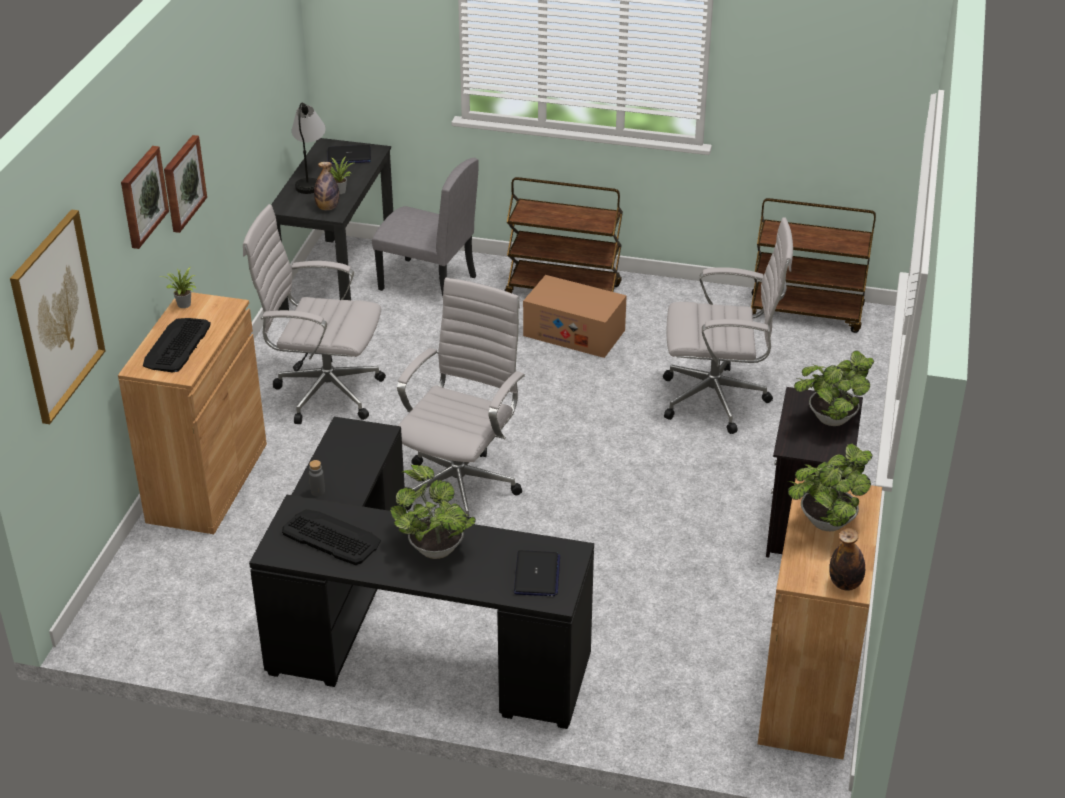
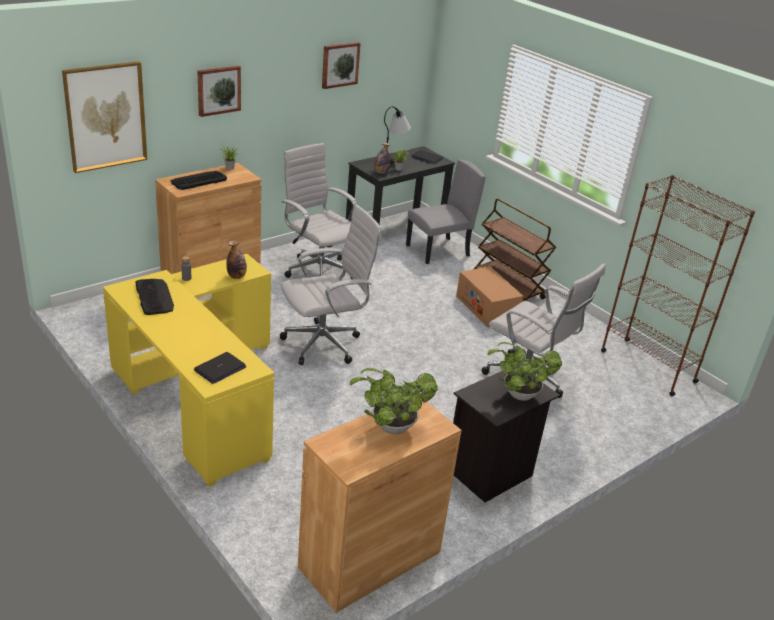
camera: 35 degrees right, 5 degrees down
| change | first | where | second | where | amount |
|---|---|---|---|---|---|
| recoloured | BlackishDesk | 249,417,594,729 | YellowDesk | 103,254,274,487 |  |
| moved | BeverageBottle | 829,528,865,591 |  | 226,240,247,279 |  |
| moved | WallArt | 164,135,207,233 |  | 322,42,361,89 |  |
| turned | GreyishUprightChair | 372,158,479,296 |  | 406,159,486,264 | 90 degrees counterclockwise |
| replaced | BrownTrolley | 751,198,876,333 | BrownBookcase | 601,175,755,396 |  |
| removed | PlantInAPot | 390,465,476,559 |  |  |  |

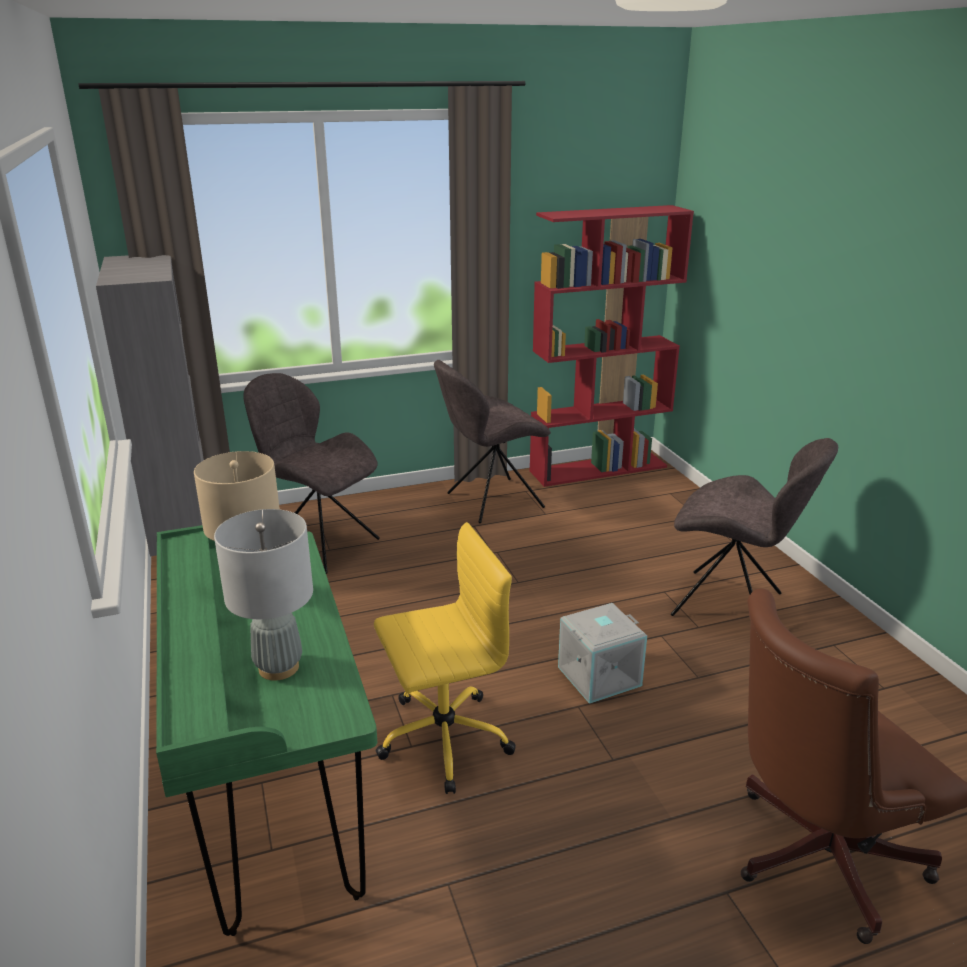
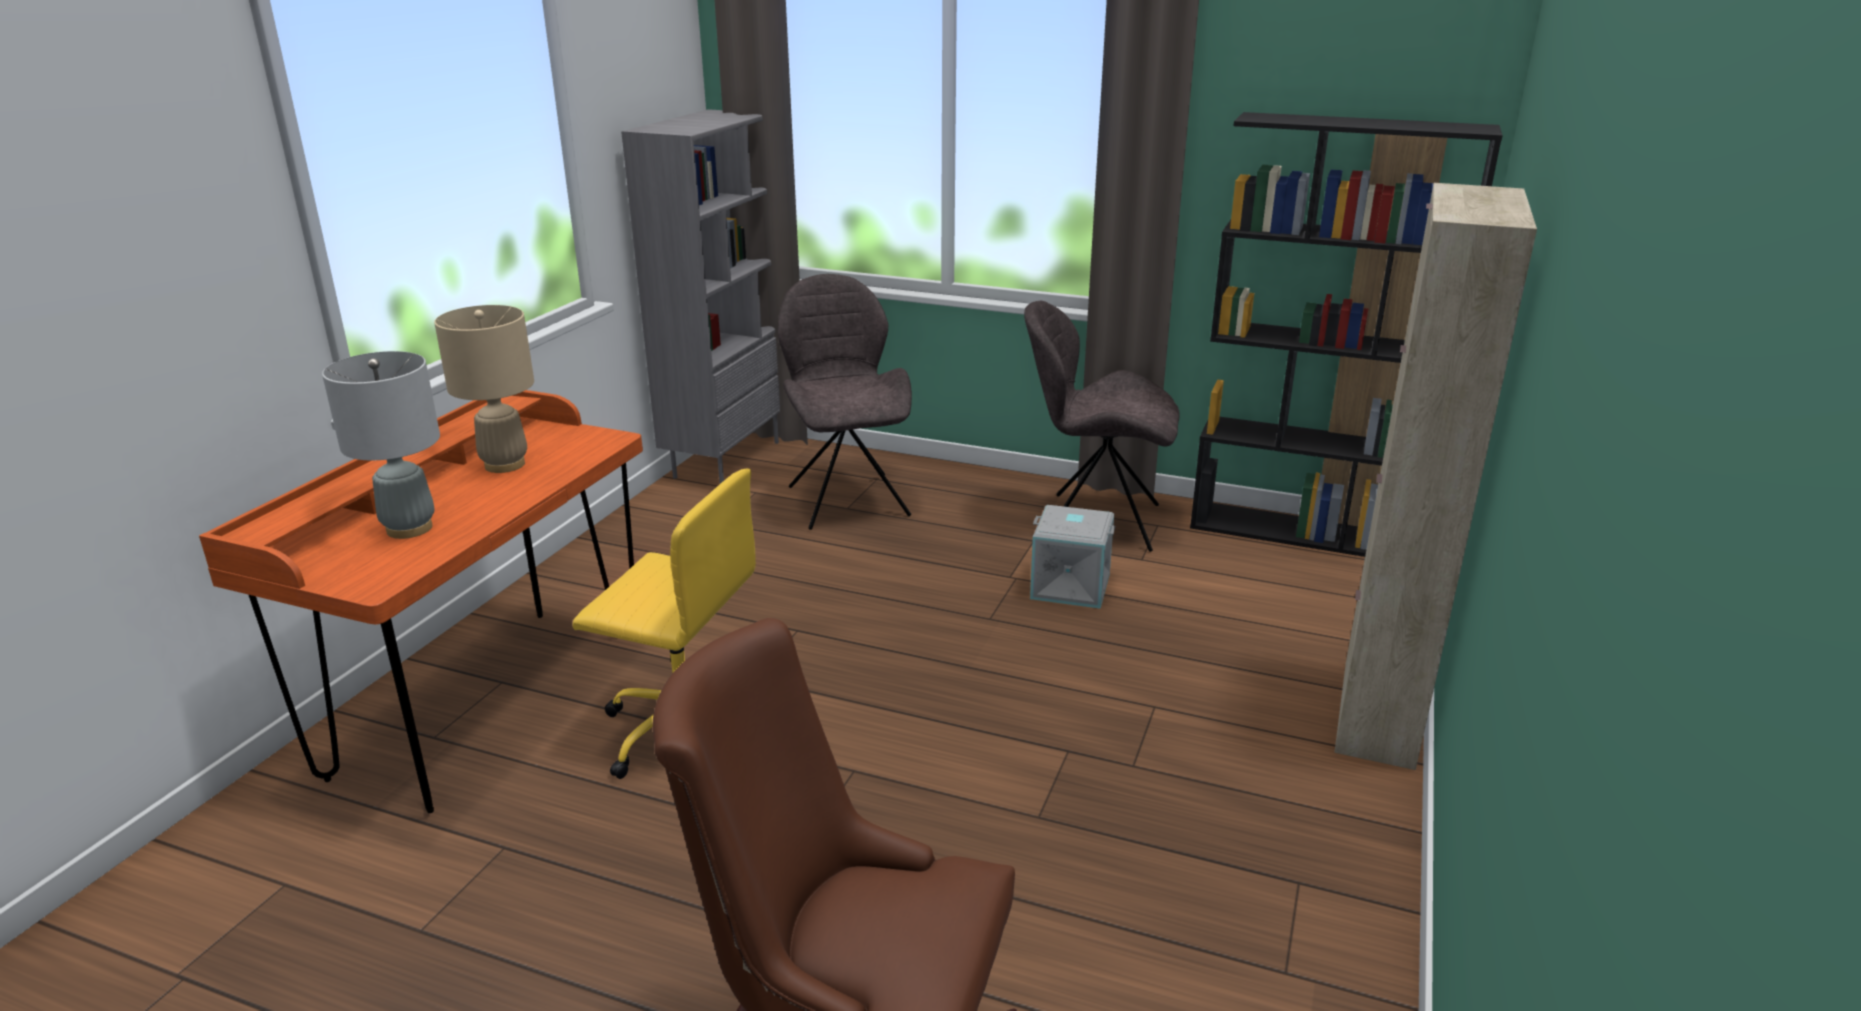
camera: 40 degrees right, 0 degrees up
| change | first | where | second | where | amount |
|---|---|---|---|---|---|
| recoloured | GreenishDesk | 156,525,377,936 | OrangeColouredDesk | 199,390,643,813 |  |
| moved | GreyishStorageContainer | 558,603,647,704 |  | 1030,505,1116,609 |  |
| recoloured | ReddishBookcase | 530,205,694,487 | BlackishBookcase | 1190,112,1503,557 |  |
| added |  |  | BeigeCabinet | 1334,183,1537,770 |  |
| removed | GreyishUprightChair | 671,438,838,616 |  |  |  |

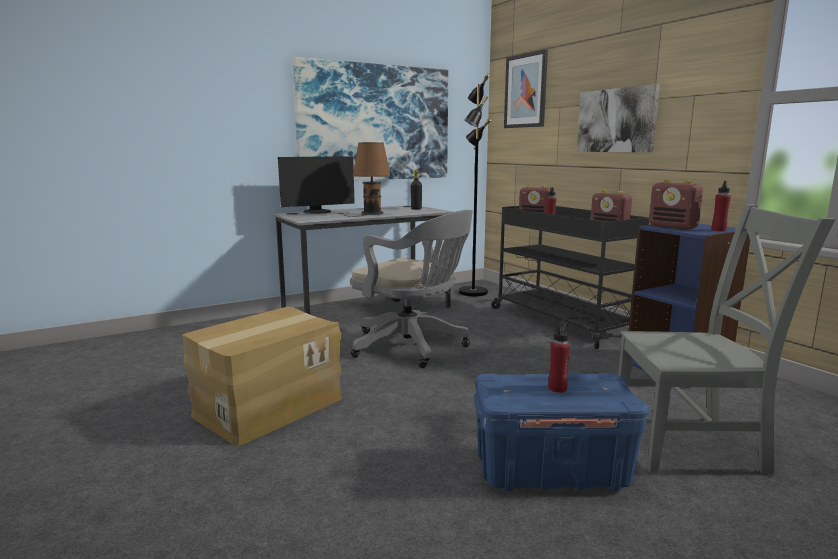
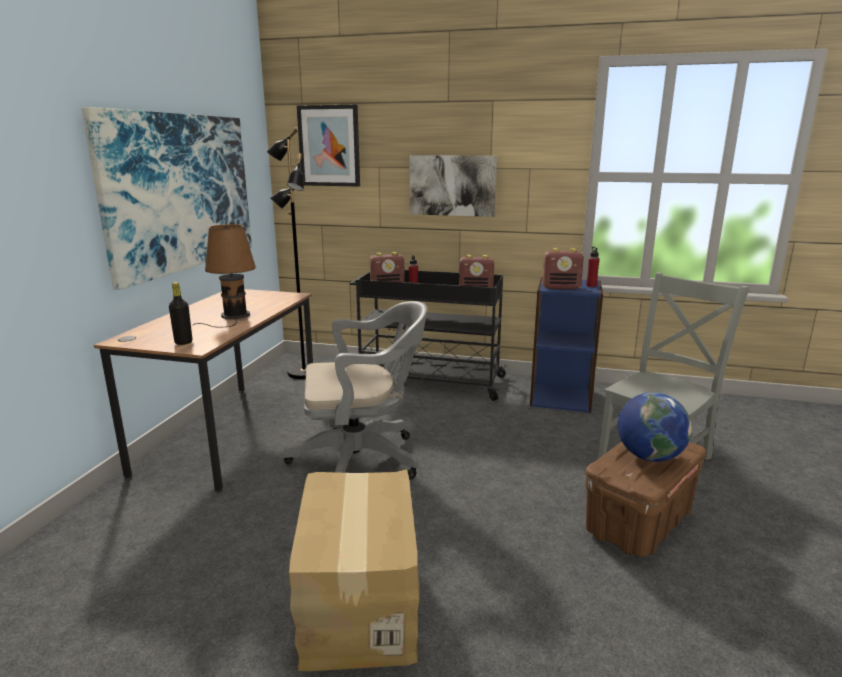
camera: 45 degrees left, 5 degrees up
| change | first | where | second | where | amount |
|---|---|---|---|---|---|
| recoloured | GreyishDesk | 273,205,452,314 | BrownDesk | 94,289,313,493 |  |
| moved | BlackishBeverageBottle | 411,170,422,210 |  | 169,282,192,345 |  |
| recoloured | BluishStorageContainer | 474,373,649,491 | BrownStorageContainer | 585,442,706,557 |  |
| replaced | ReddishBeverageBottle | 548,323,570,393 | Globe | 618,392,692,462 |  |
| removed | ComputerDisplay | 278,156,355,214 |  |  |  |

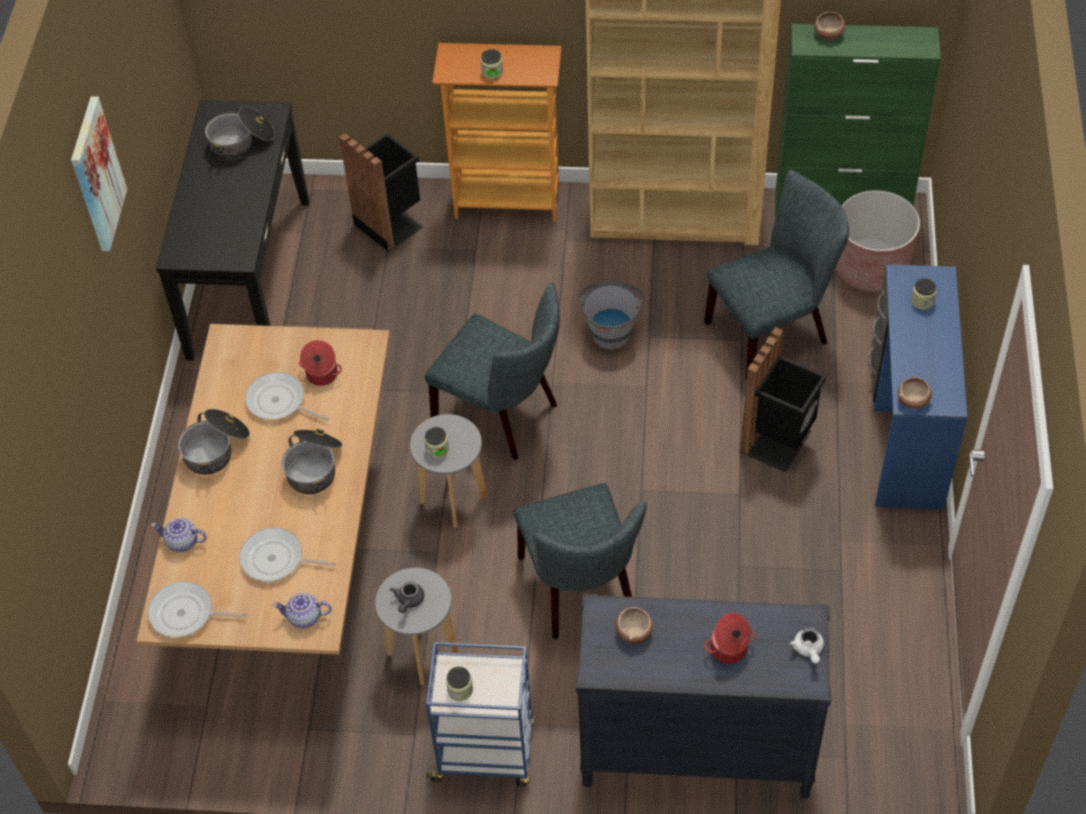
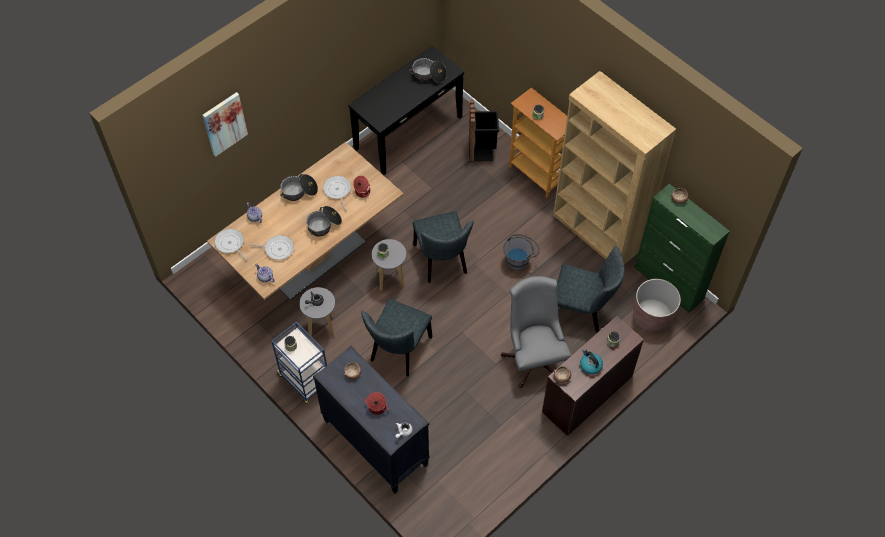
camera: 40 degrees right, 5 degrees up
| change | first | where | second | where | amount |
|---|---|---|---|---|---|
| moved | WallArt | 71,96,127,251 |  | 203,92,248,157 |  |
| turned | FryingPan | 239,528,336,582 |  | 249,235,294,260 | 135 degrees clockwise |
| replaced | BlackishTrashCan | 740,327,827,473 | GreyishDeskChair | 501,276,571,388 |  |
| recoloured | BluishDesk | 868,264,968,510 | BrownDesk | 542,316,644,436 |  |
| added |  |  | Kettle | 580,349,603,375 |  |

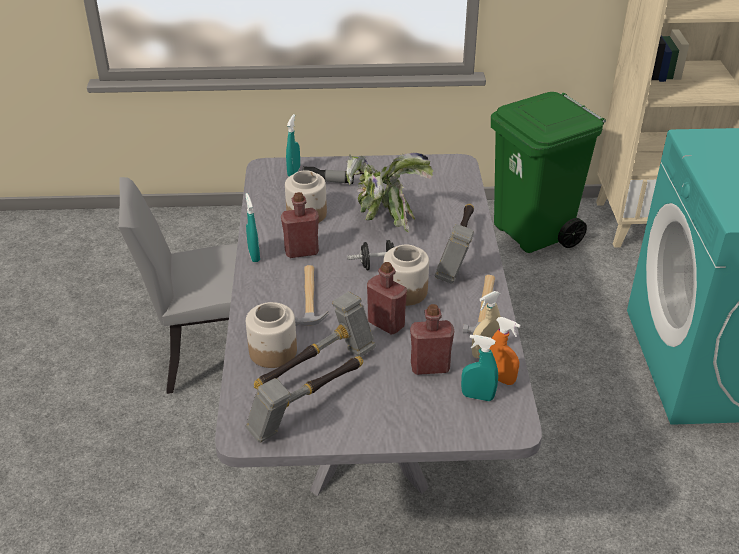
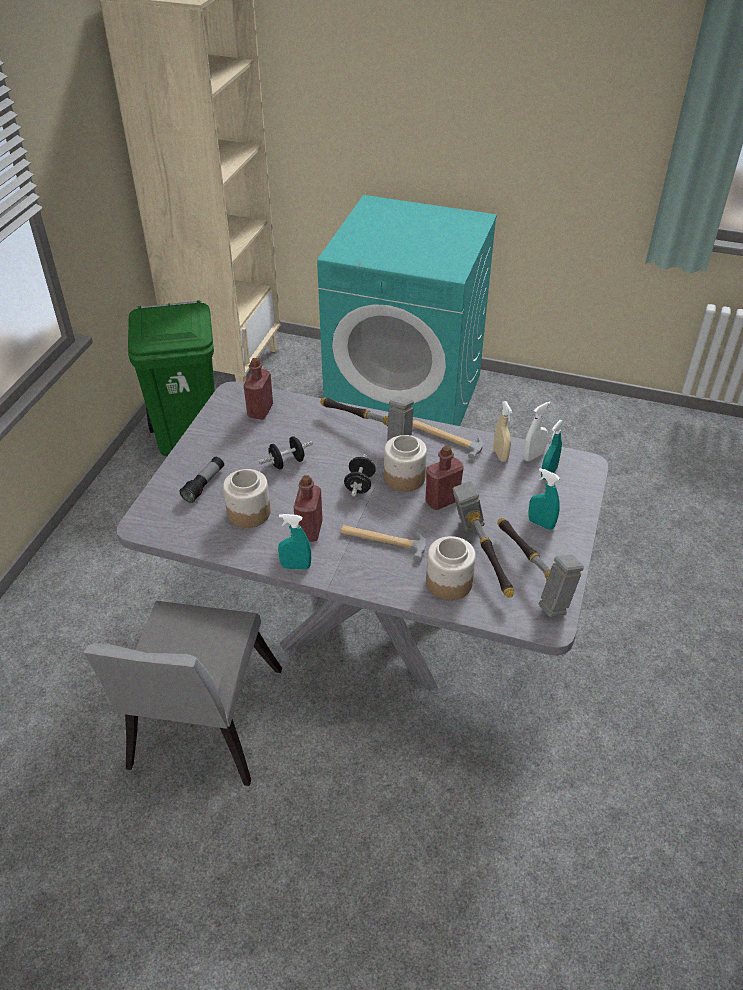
camera: 70 degrees left, 5 degrees up
| change | first | where | second | where | amount |
|---|---|---|---|---|---|
| moved | ReddishBeverageBottle | 410,304,454,375 |  | 243,358,273,420 |  |
| replaced | PlantInAPot | 345,153,433,233 | BlackishHandWeight | 259,436,313,469 |  |
| recoloured | OrangeColouredSprayer | 490,317,520,385 | WhiteSprayer | 523,401,551,461 |  |
| moved | TurquoiseColouredSprayer | 286,114,300,176 |  | 529,468,560,530 |  |

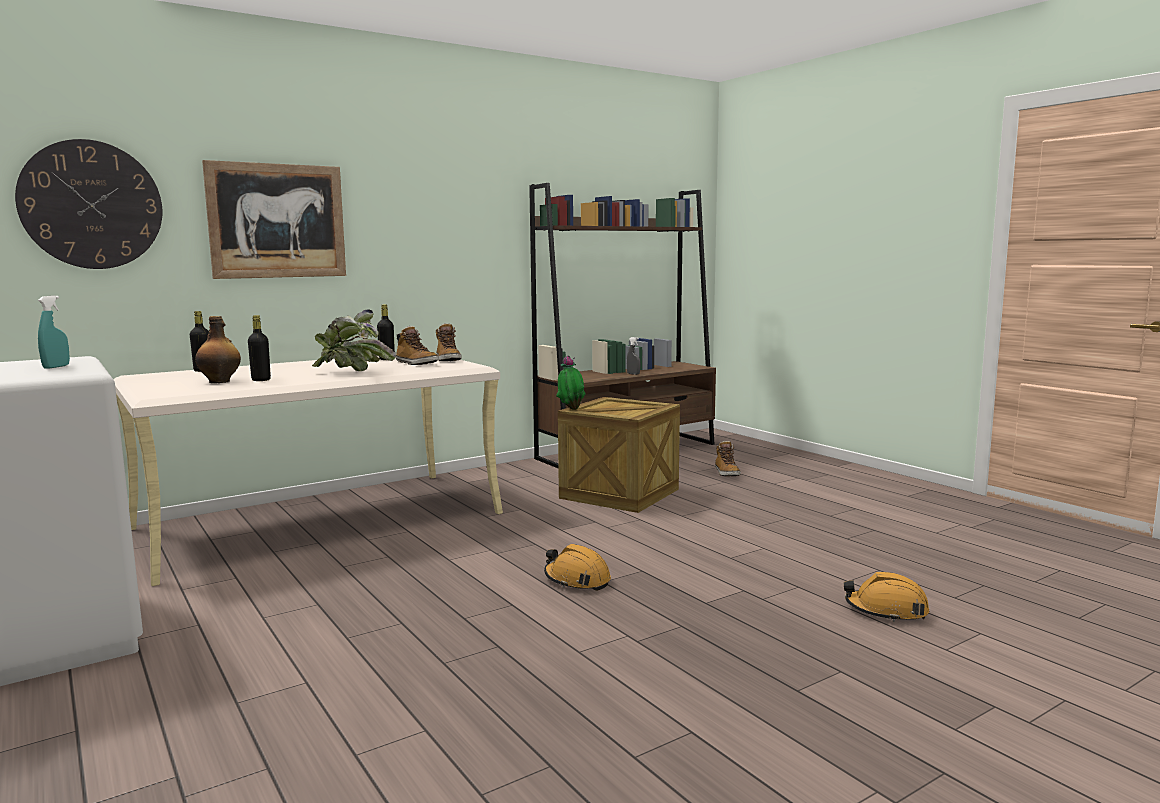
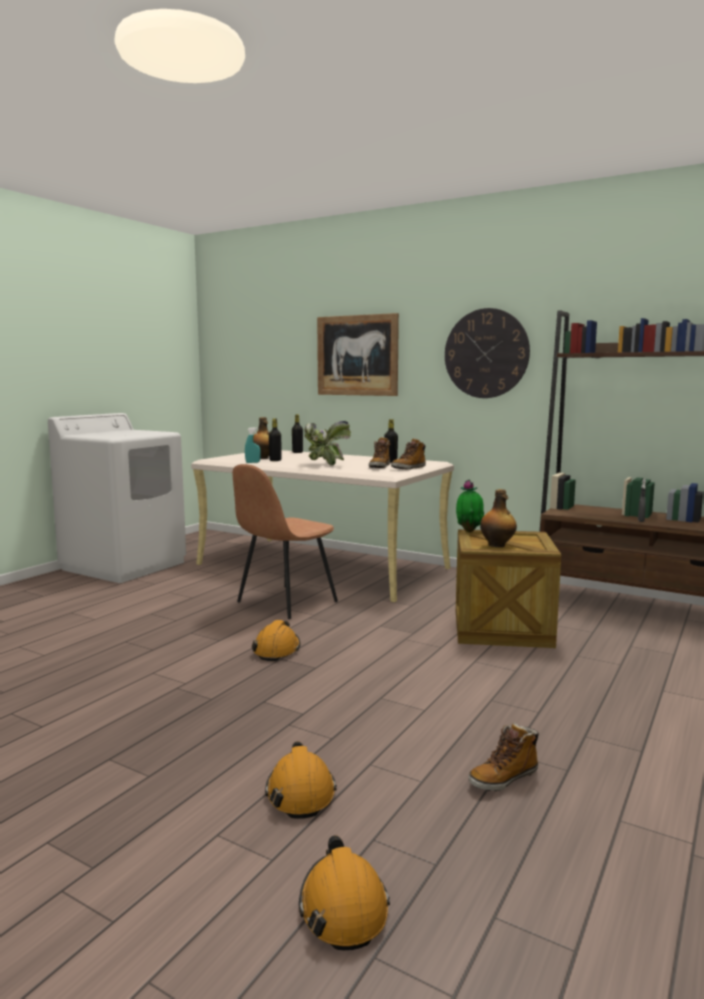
camera: 65 degrees right, 0 degrees up
| change | first | where | second | where | amount |
|---|---|---|---|---|---|
| added |  |  | BrownUprightChair | 232,464,338,619 |  |
| moved | TurquoiseColouredSprayer | 38,295,70,369 |  | 245,427,261,463 |  |
| added |  |  | OrangeColouredHardHat | 299,835,390,950 |  |
| moved | WallClock | 15,139,162,269 |  | 445,308,530,398 |  |
| moved | HighTopBoot | 715,441,741,476 |  | 468,722,539,791 |  |
| added |  |  | BeverageBottle | 480,489,517,547 |  |

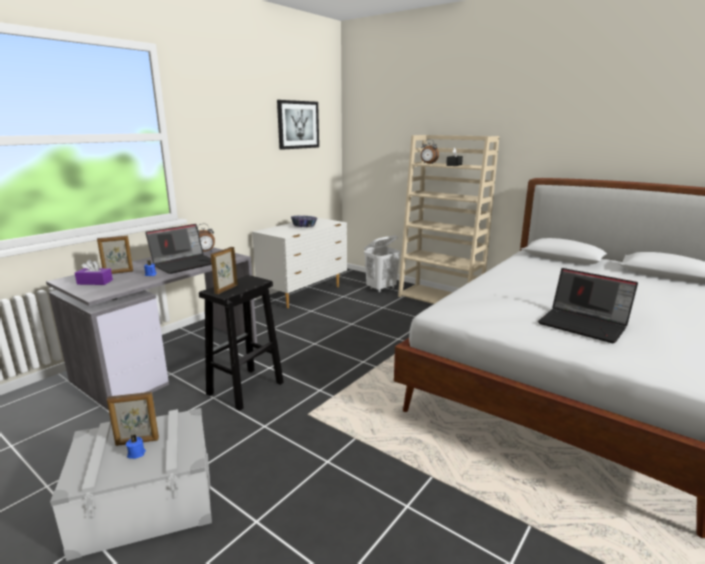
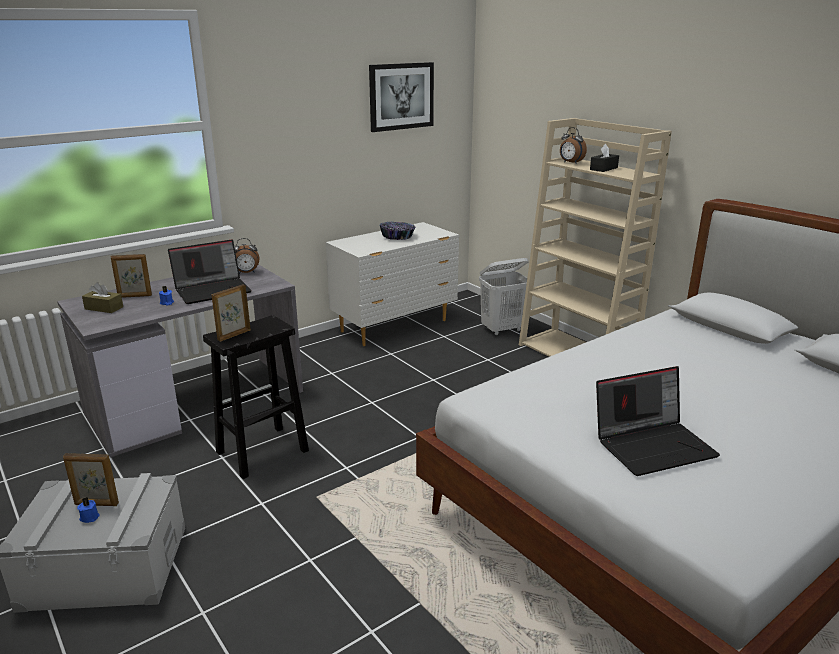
camera: 15 degrees right, 5 degrees up
| change | first | where | second | where | amount |
|---|---|---|---|---|---|
| recoloured | PurpleColouredTissueHolder | 75,259,113,285 | BrownTissueHolder | 82,282,123,313 |  |
| turned | Laptop | 538,268,638,343 |  | 596,366,720,476 | 75 degrees counterclockwise |

